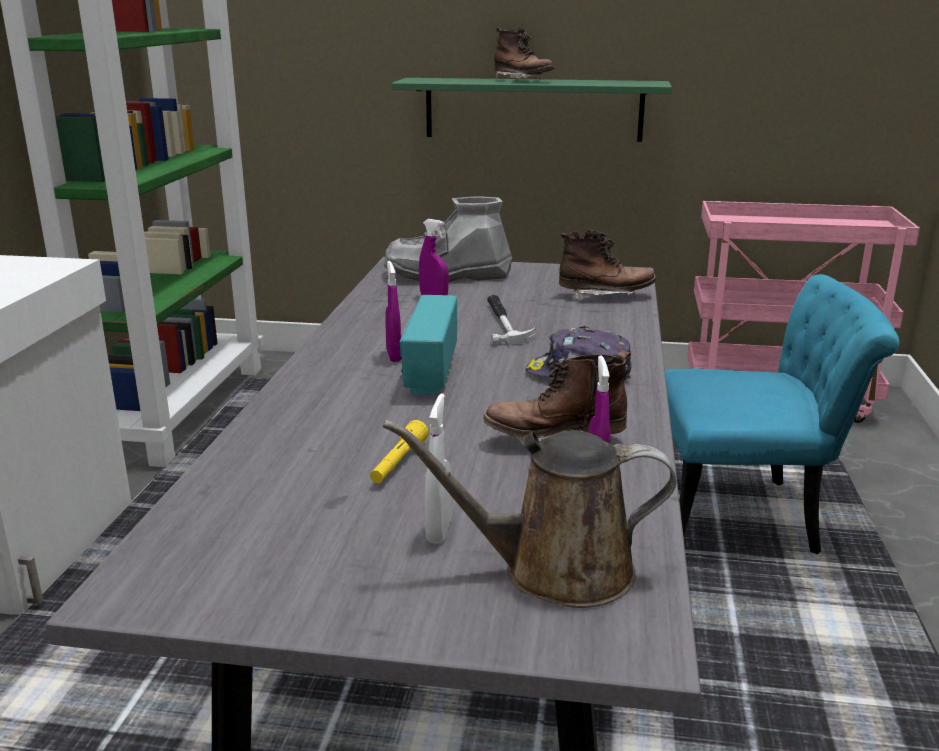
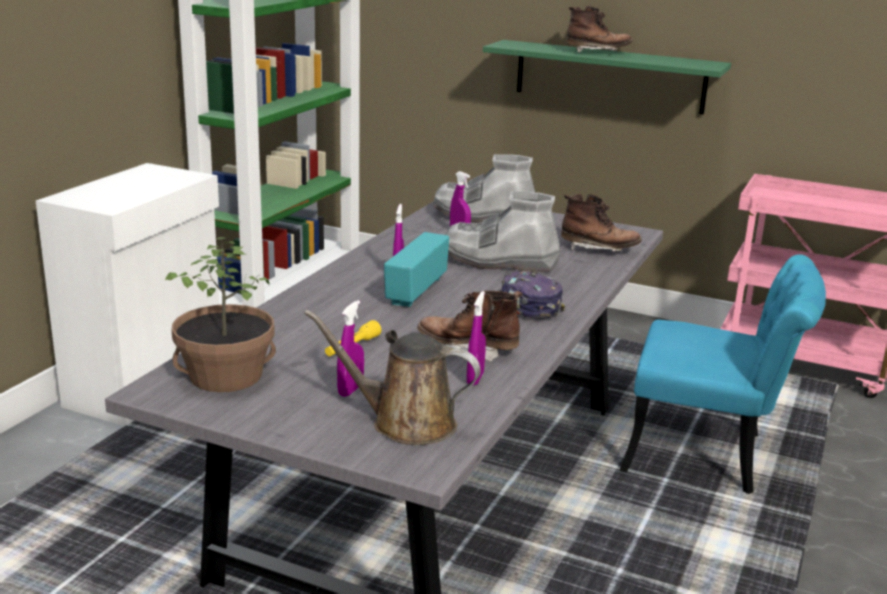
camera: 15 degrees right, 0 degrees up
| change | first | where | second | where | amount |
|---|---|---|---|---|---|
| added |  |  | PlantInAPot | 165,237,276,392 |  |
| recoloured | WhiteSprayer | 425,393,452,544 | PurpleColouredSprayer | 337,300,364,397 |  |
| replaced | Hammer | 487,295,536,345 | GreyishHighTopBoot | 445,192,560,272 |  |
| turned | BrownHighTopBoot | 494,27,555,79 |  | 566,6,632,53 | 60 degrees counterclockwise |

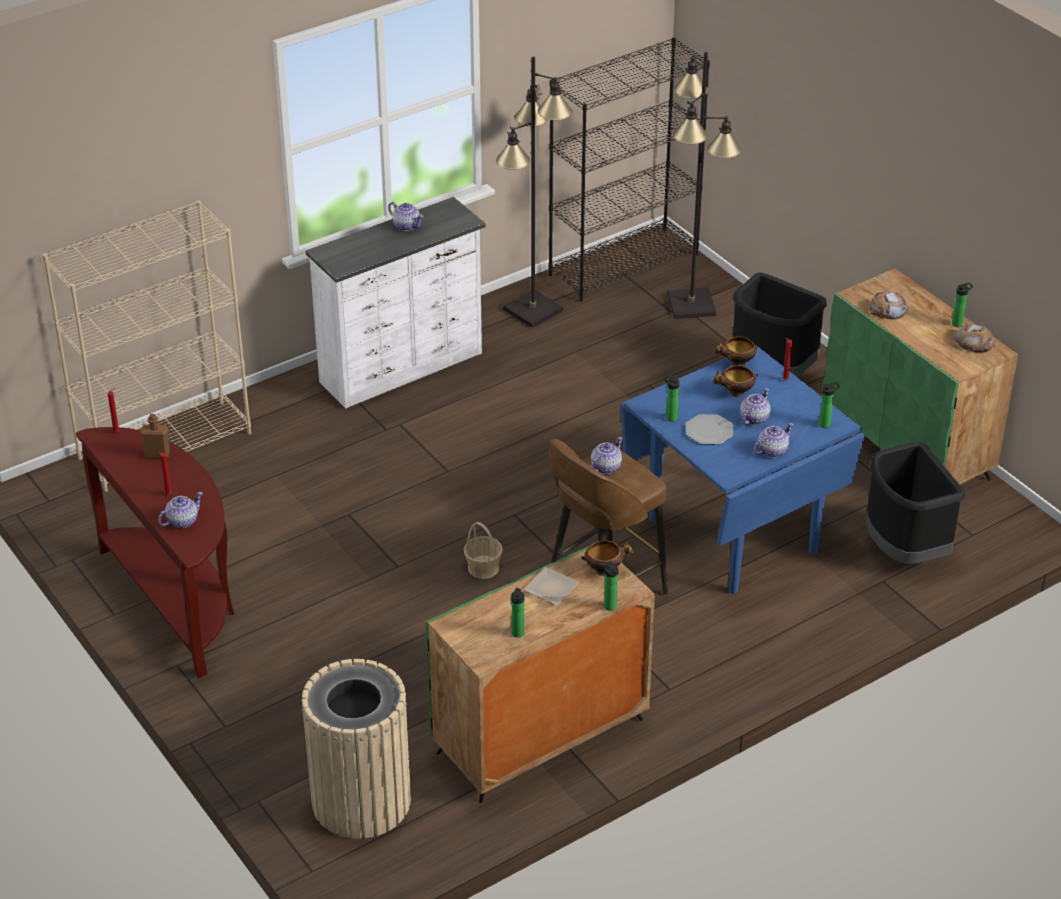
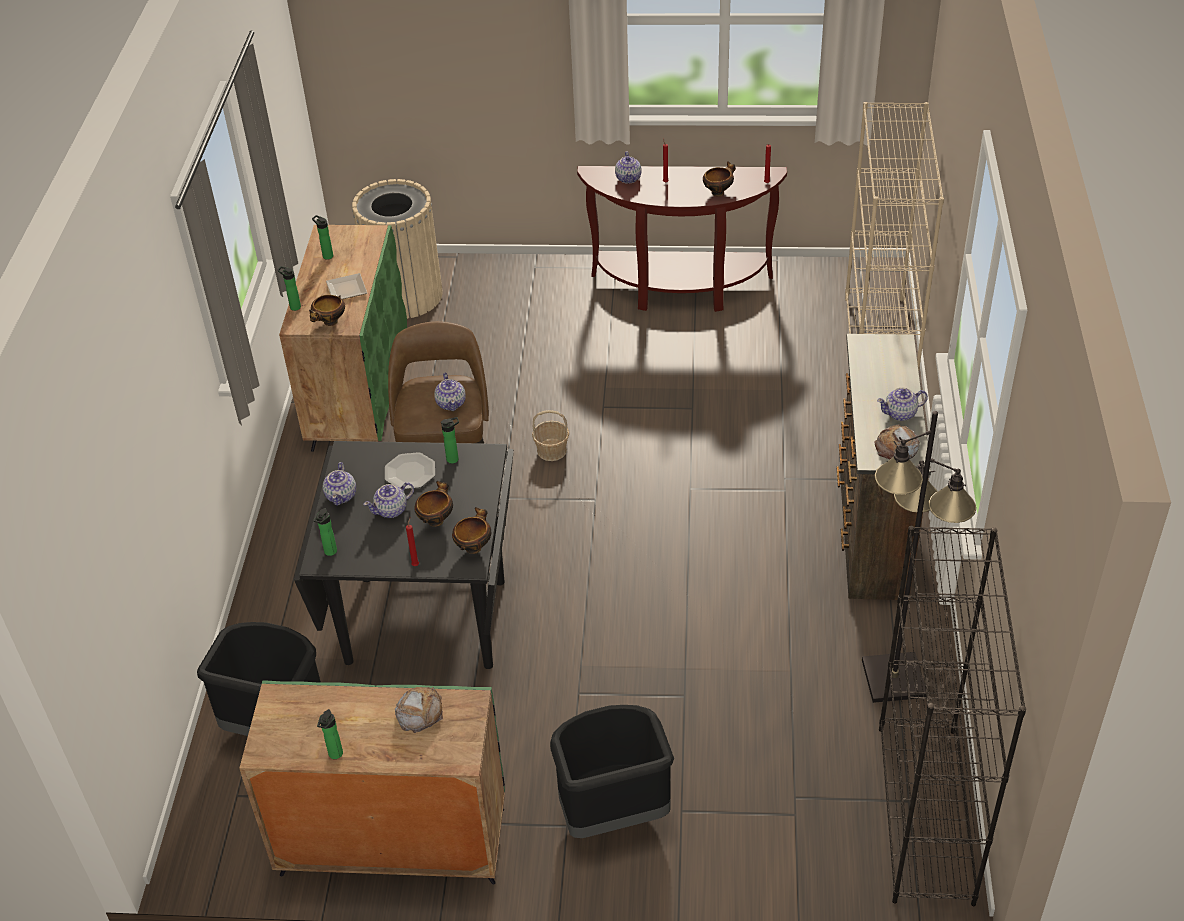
camera: 130 degrees right, 5 degrees up
| change | first | where | second | where | amount |
|---|---|---|---|---|---|
| recoloured | BluishDiningTable | 620,347,865,594 | BlackishDiningTable | 294,441,514,669 |  |
| turned | PotForTea | 740,388,771,425 |  | 363,482,414,518 | 75 degrees clockwise |
| replaced | BrownBeverageBottle | 140,414,170,458 | ServingBowl | 703,161,736,196 |  |
| recoloured | WhiteDrawerChest | 306,197,486,408 | BrownDrawerChest | 837,334,931,600 |  |
| moved | BakeryBread | 954,322,995,353 |  | 874,424,920,459 |  |
| removed | BlackishStandingLamp | 667,52,741,319 |  |  |  |

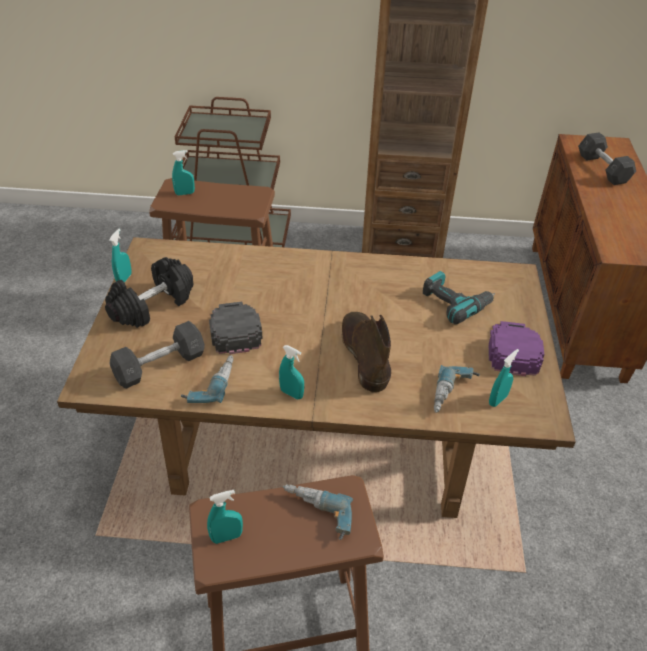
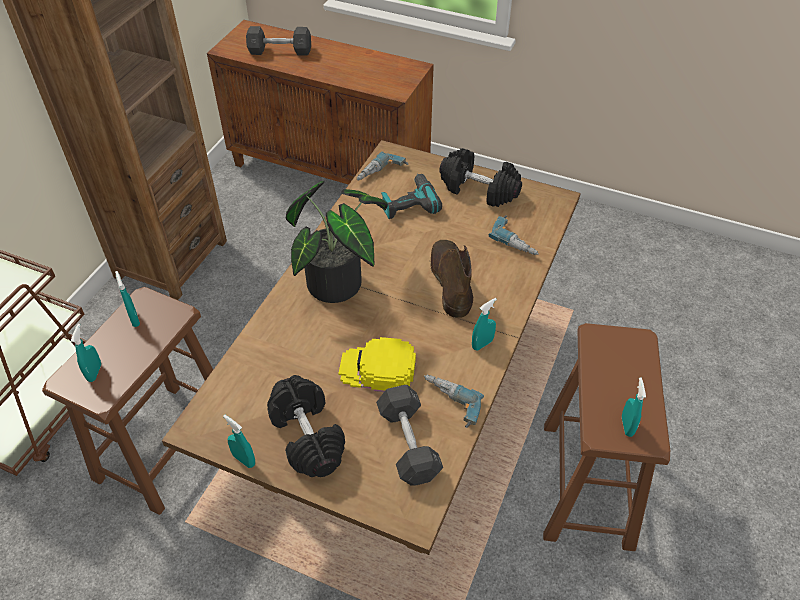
camera: 70 degrees left, 5 degrees up
| change | first | where | second | where | amount |
|---|---|---|---|---|---|
| moved | TurquoiseColouredSprayer | 489,349,519,407 |  | 115,271,140,327 |  |
| added |  |  | PlantInAPot | 286,181,388,303 |  |
| recoloured | BlackishCap | 209,302,263,354 | YellowCap | 338,337,416,392 |  |
| moved | ElectricDrill | 283,484,353,540 |  | 357,151,409,180 |  |
| turned | BrownHighTopBoot | 341,312,391,393 |  | 430,240,473,318 | 75 degrees clockwise |
| replaced | PurpleColouredCap | 488,321,545,376 | BlackishHandWeight | 439,148,522,207 |  |

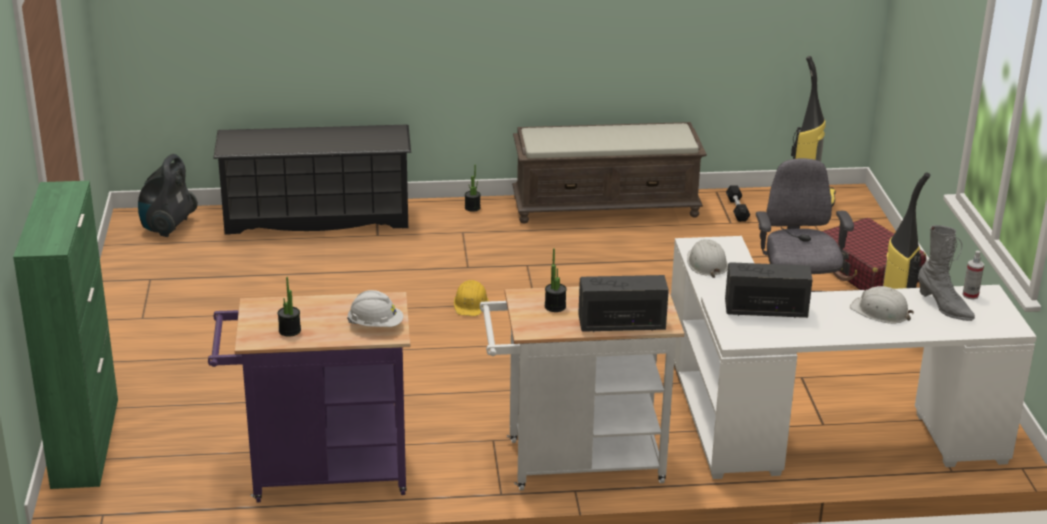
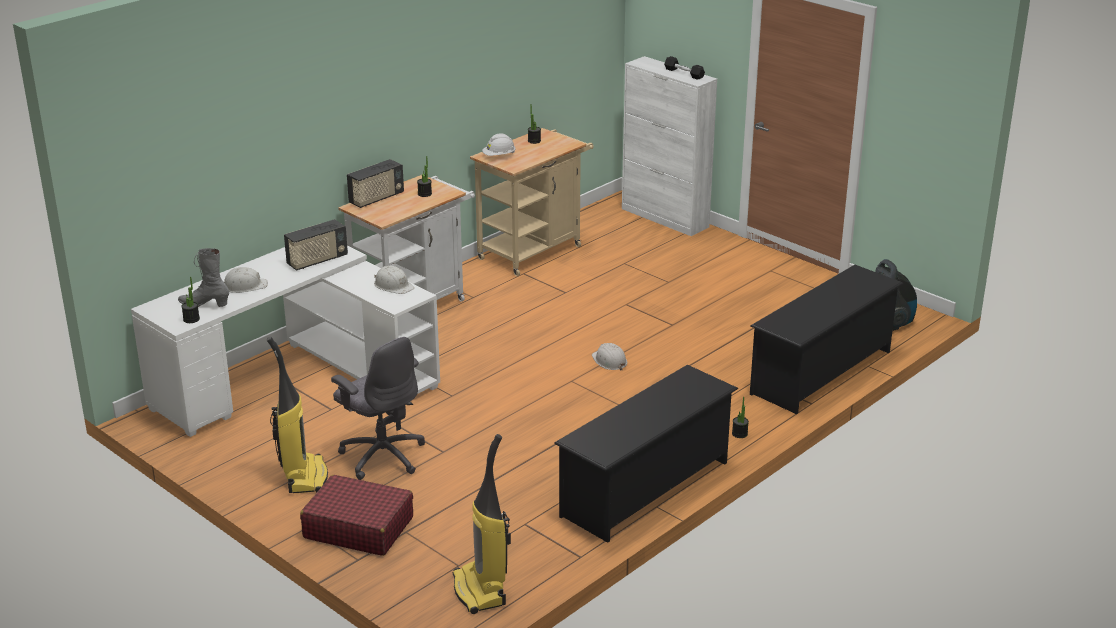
camera: 140 degrees right, 0 degrees up
| change | first | where | second | where | amount |
|---|---|---|---|---|---|
| replaced | Sprayer | 962,250,984,299 | PlantInAPot | 181,277,200,323 |  |
| recoloured | PurpleColouredTrolley | 208,292,410,502 | BeigeTrolley | 470,128,594,276 |  |
| replaced | BrownIndoorBench | 512,122,707,223 | BlackishShoeShelf | 554,365,738,543 |  |
| recoloured | YellowHardHat | 454,280,489,316 | WhiteHardHat | 592,343,627,370 |  |
| recoloured | GreenishCabinet | 13,181,118,489 | WhiteCabinet | 622,56,717,236 |  |
| moved | BlackishHandWeight | 726,185,750,222 |  | 664,56,705,80 |  |

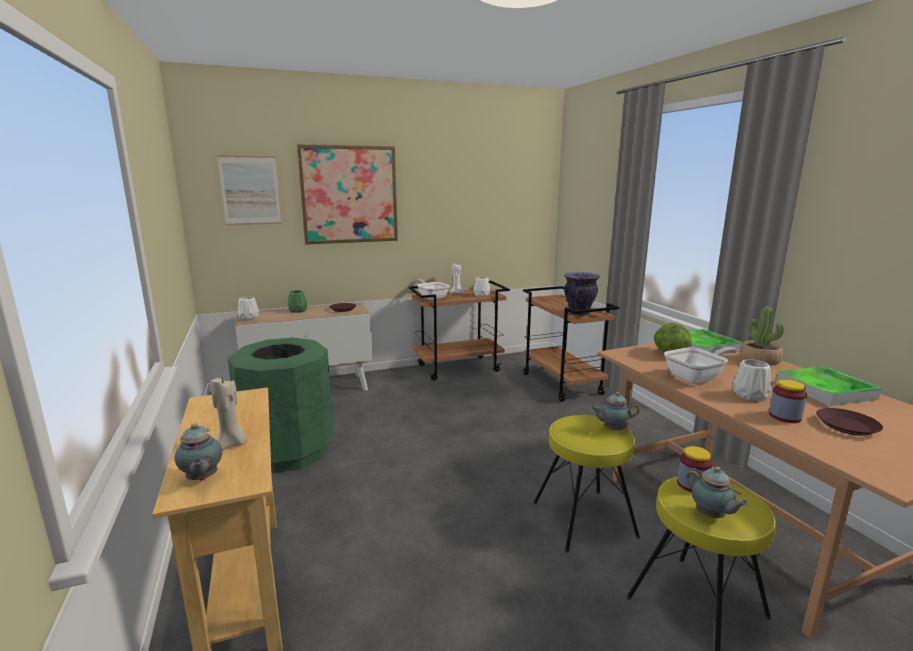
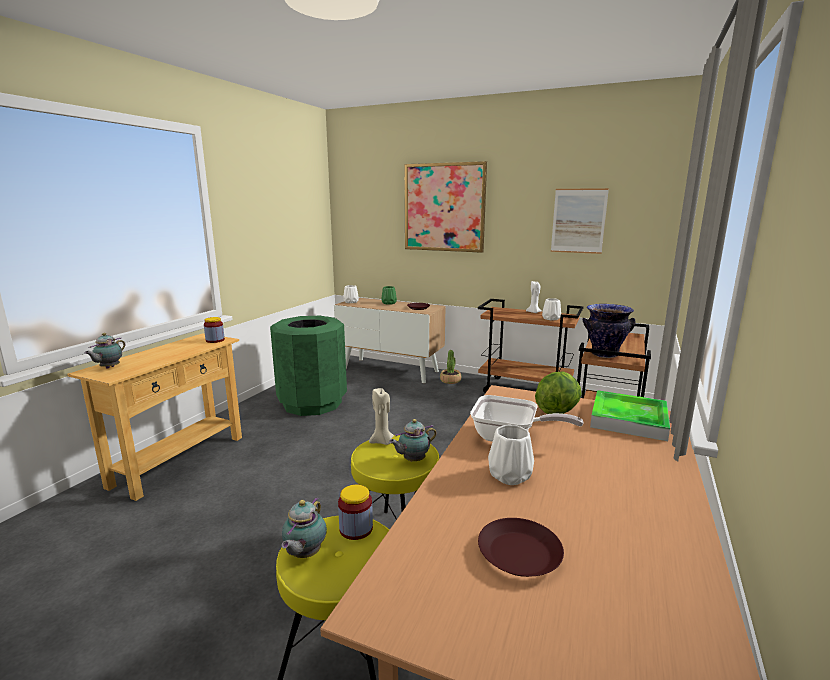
camera: 45 degrees right, 0 degrees up
| change | first | where | second | where | amount |
|---|---|---|---|---|---|
| moved | Jar | 769,380,807,423 |  | 204,317,225,343 |  |
| moved | BeigeWaxCandle | 210,378,247,450 |  | 369,388,394,445 |  |
| turned | PotForTea | 591,392,640,430 |  | 389,419,437,461 | 75 degrees counterclockwise |
| moved | PlantInAPot | 740,306,784,365 |  | 440,350,461,384 |  |
| moved | WallArt | 217,155,281,225 |  | 551,188,609,254 |  |
| removed | FryingPan | 416,279,450,300 |  |  |  |
| removed | CarryingTray | 776,366,882,406 |  |  |  |

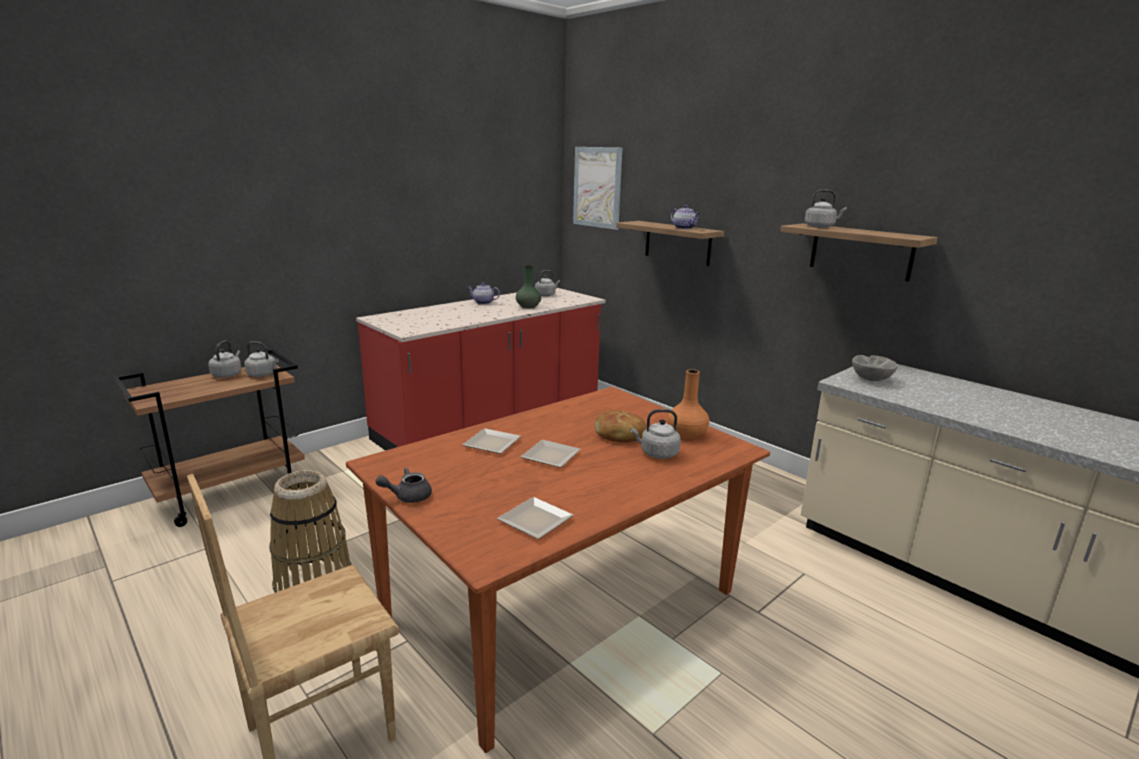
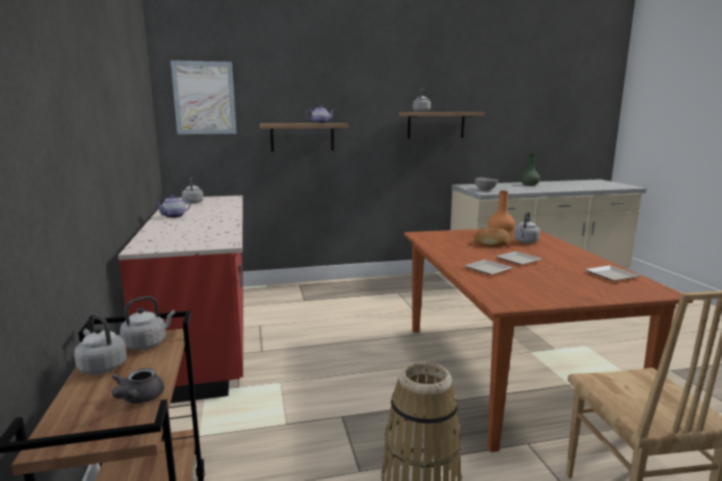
camera: 60 degrees left, 5 degrees down
| change | first | where | second | where | amount |
|---|---|---|---|---|---|
| moved | GreyishPotForTea | 375,467,432,503 |  | 112,368,164,403 |  |
| moved | GreenishFlowerVase | 516,264,541,308 |  | 520,154,540,186 |  |

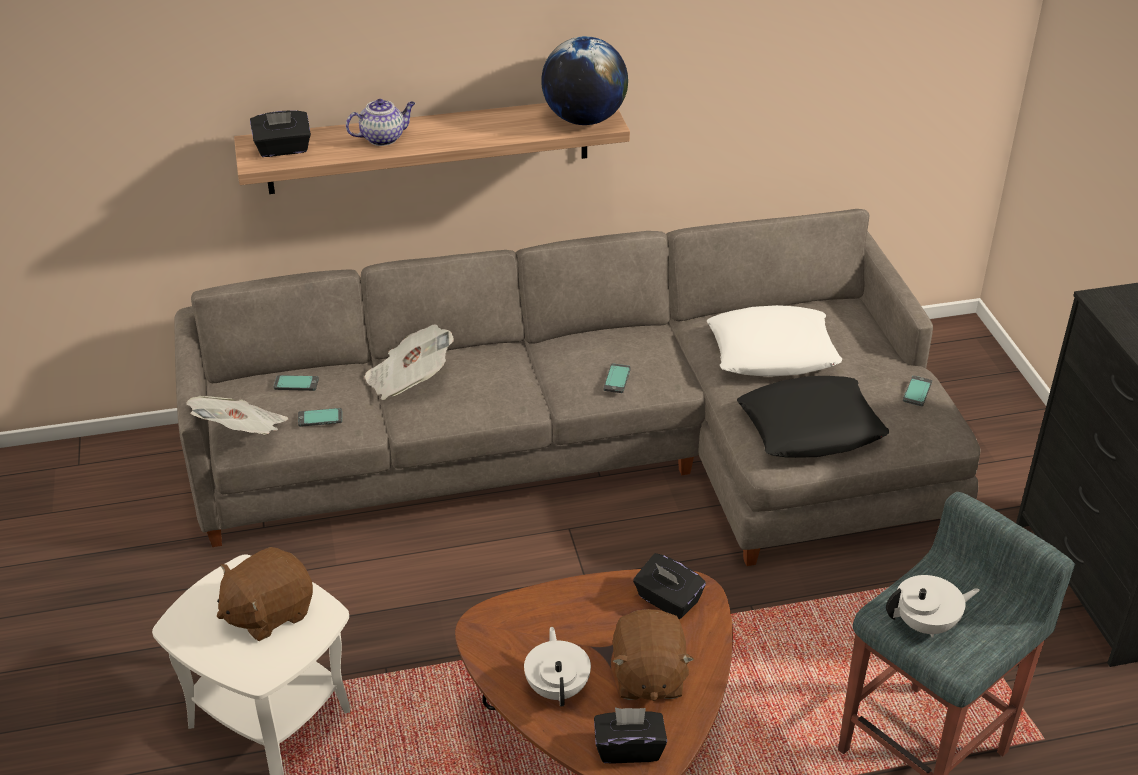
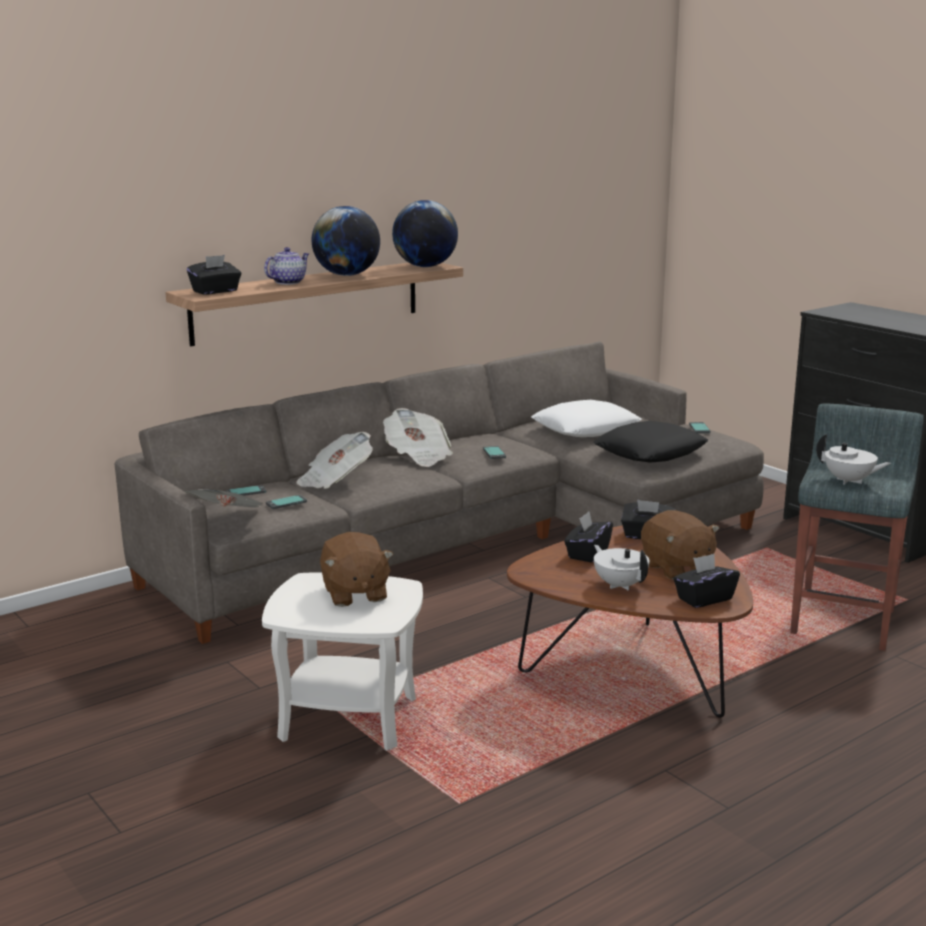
camera: 25 degrees left, 20 degrees down
| change | first | where | second | where | amount |
|---|---|---|---|---|---|
| added |  |  | Globe | 312,206,380,276 |  |
| turned | BrownCuddlyToy | 217,547,313,641 |  | 320,532,393,607 | 45 degrees counterclockwise |
| added |  |  | Newspaper | 383,408,453,467 |  |
| added |  |  | BlackishTissueHolder | 564,512,613,563 |  |
| turned | WhitePotForTea | 886,575,980,637 |  | 816,434,891,485 | 75 degrees clockwise |

